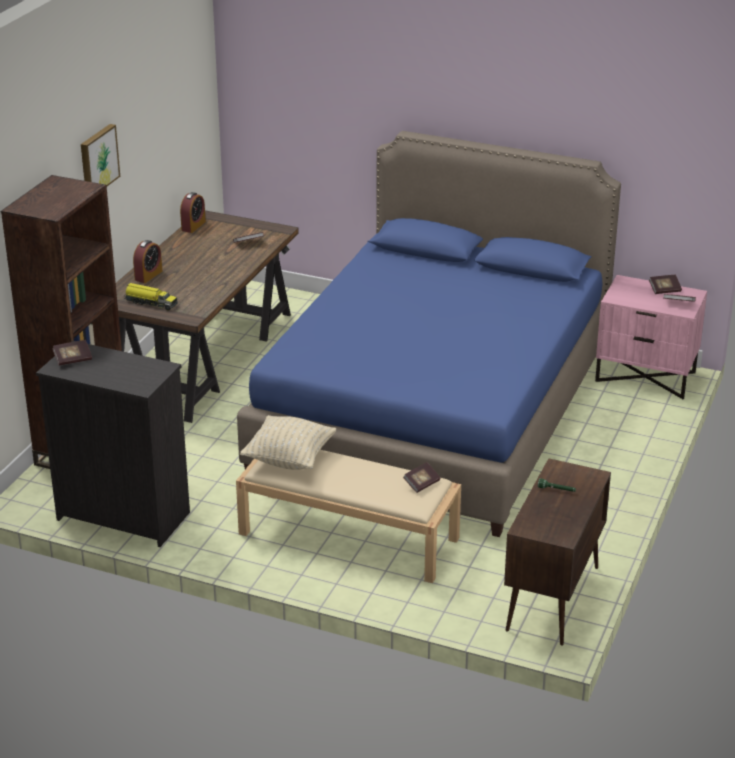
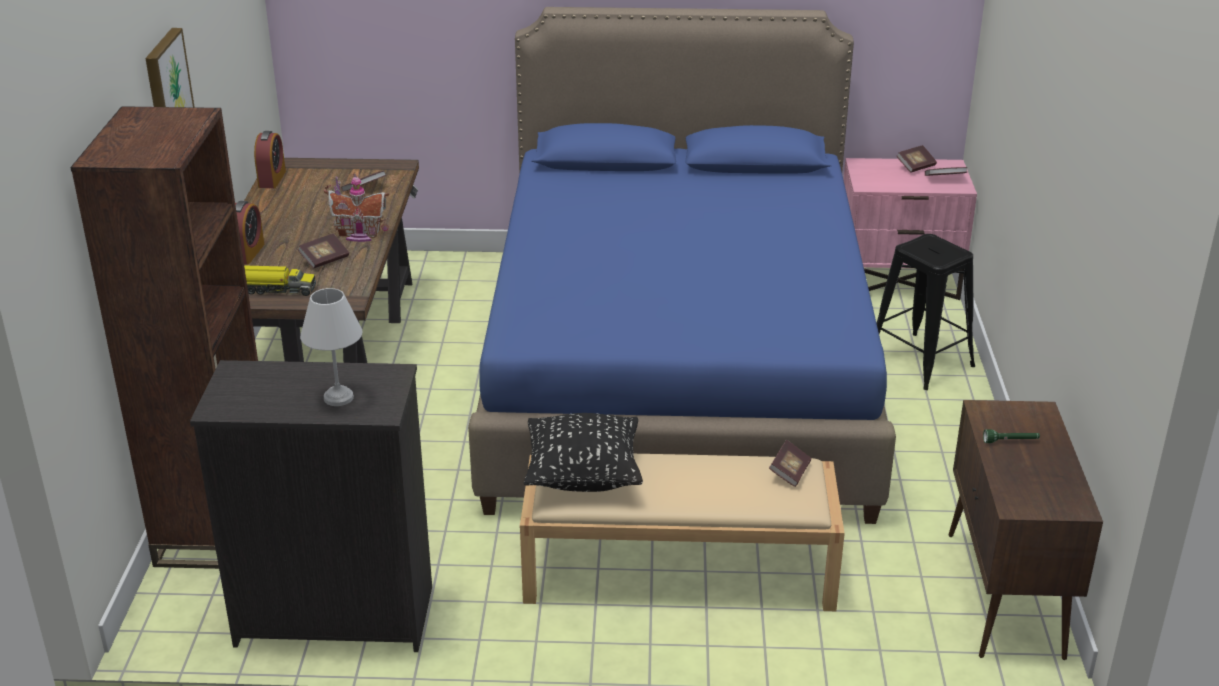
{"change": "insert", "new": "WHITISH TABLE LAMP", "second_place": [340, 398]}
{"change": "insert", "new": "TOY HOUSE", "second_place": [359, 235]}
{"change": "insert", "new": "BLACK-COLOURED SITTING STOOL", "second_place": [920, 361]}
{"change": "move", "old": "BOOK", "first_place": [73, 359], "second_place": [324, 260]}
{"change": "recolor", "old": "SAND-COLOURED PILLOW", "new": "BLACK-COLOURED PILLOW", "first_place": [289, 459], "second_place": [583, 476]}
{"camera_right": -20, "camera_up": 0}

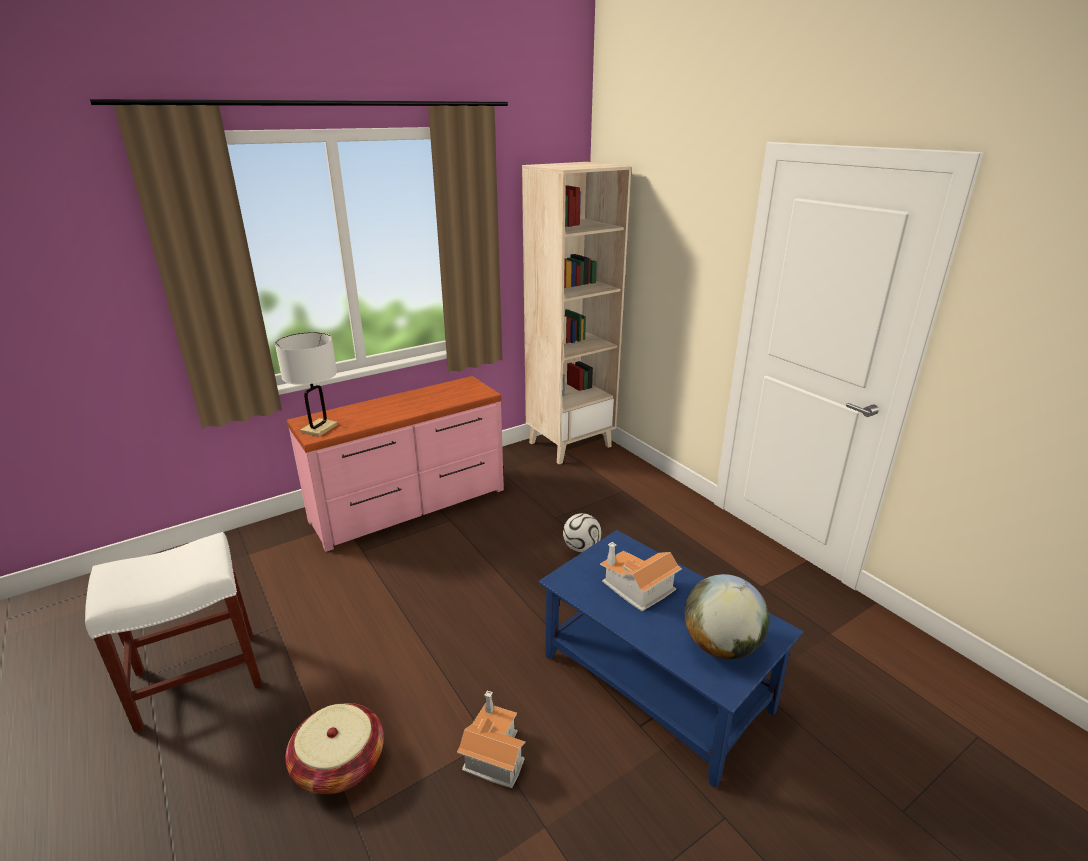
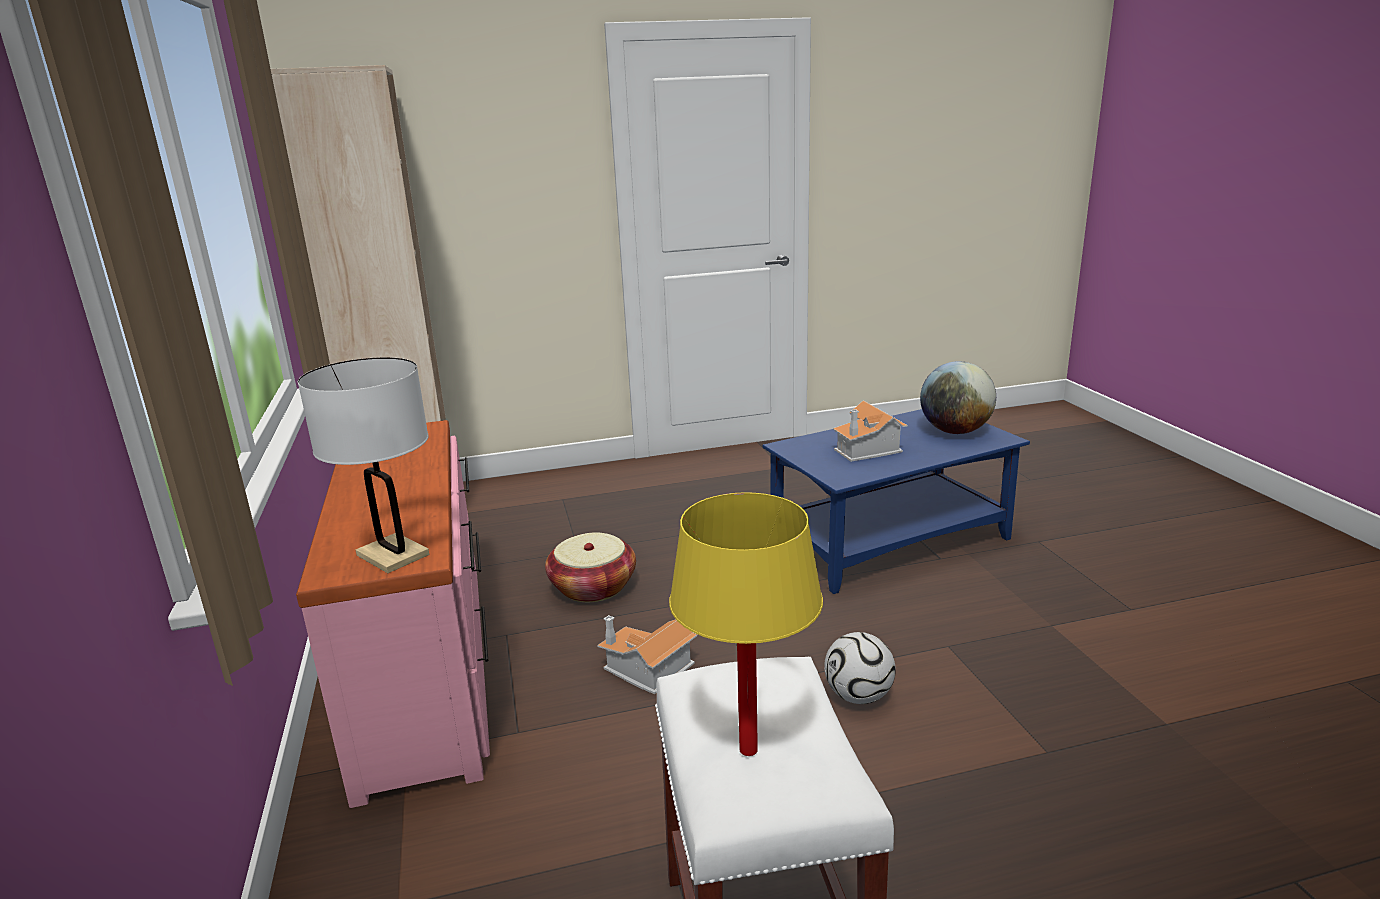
{"change": "insert", "new": "YELLOWISH TABLE LAMP", "second_place": [748, 750]}
{"change": "move", "old": "HOUSEHOLD BASKET", "first_place": [340, 764], "second_place": [593, 587]}
{"change": "move", "old": "TOY HOUSE", "first_place": [493, 753], "second_place": [647, 670]}
{"change": "move", "old": "FOOTBALL", "first_place": [581, 548], "second_place": [859, 696]}
{"camera_right": -70, "camera_up": -5}

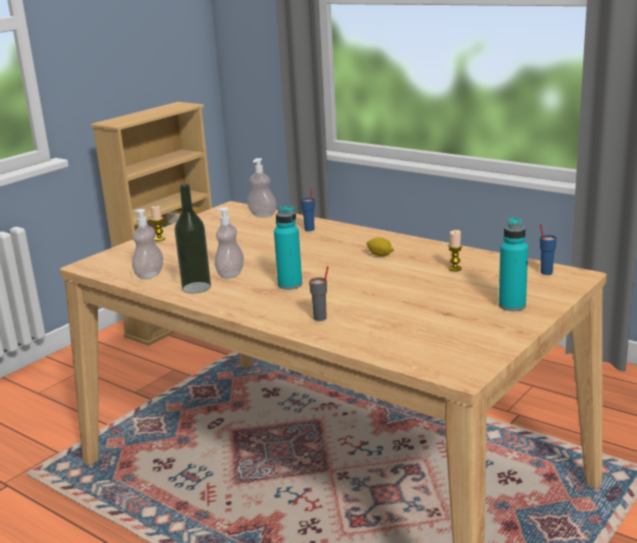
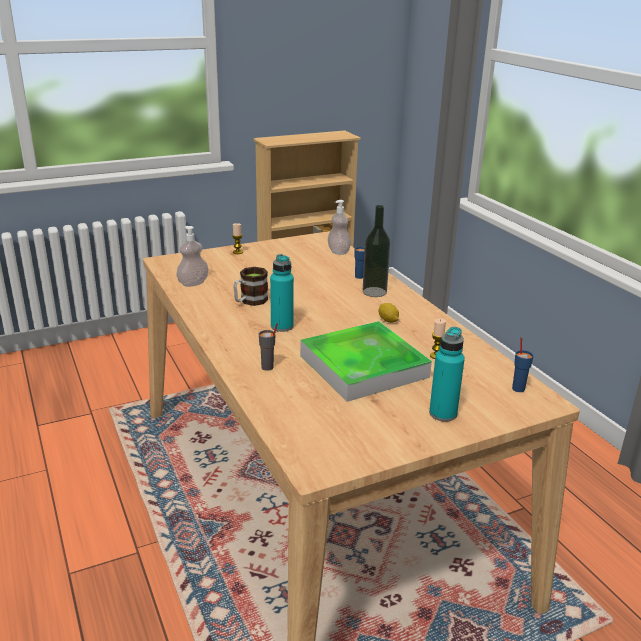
{"change": "insert", "new": "SERVING TRAY", "second_place": [363, 366]}
{"change": "move", "old": "BEVERAGE BOTTLE", "first_place": [196, 287], "second_place": [374, 292]}
{"change": "replace", "old": "SOAP DISPENSER", "new": "TEA MUG", "first_place": [230, 274], "second_place": [250, 301]}
{"camera_right": 25, "camera_up": 5}

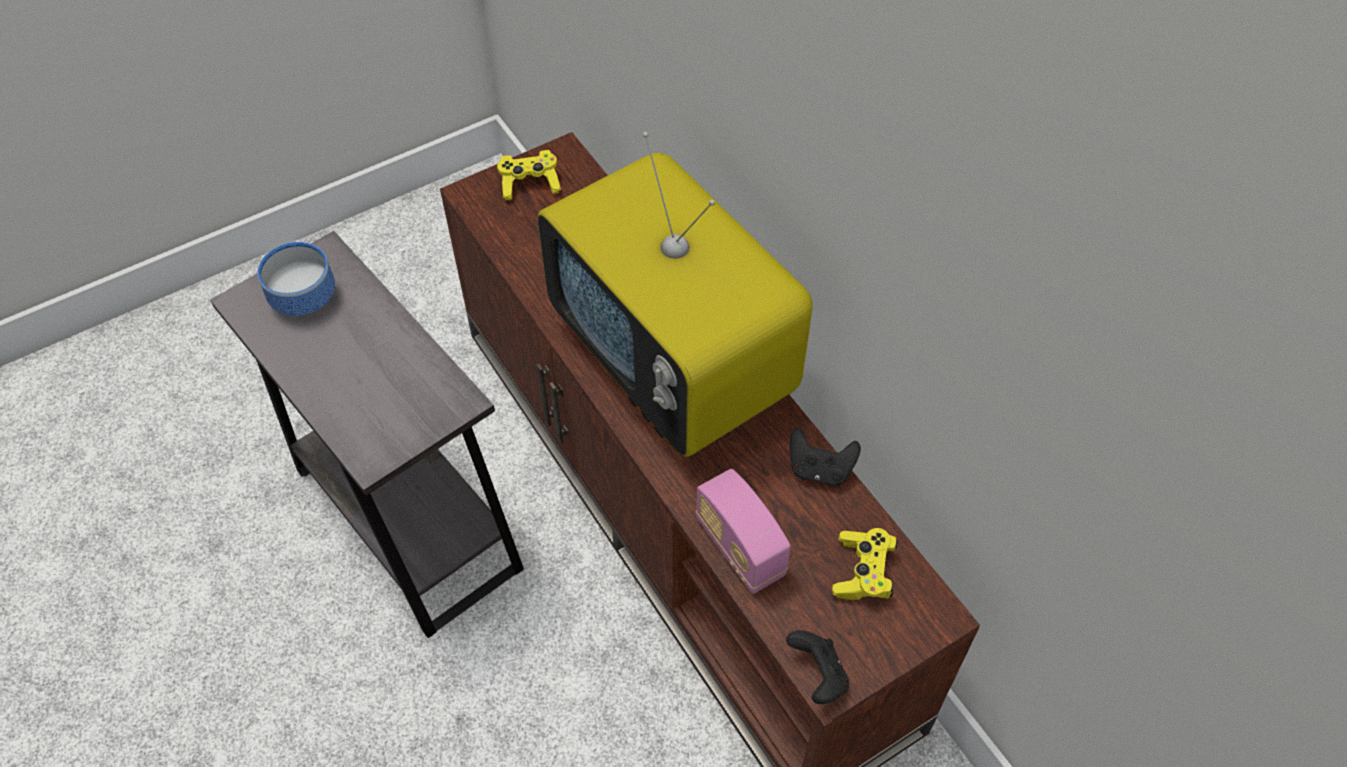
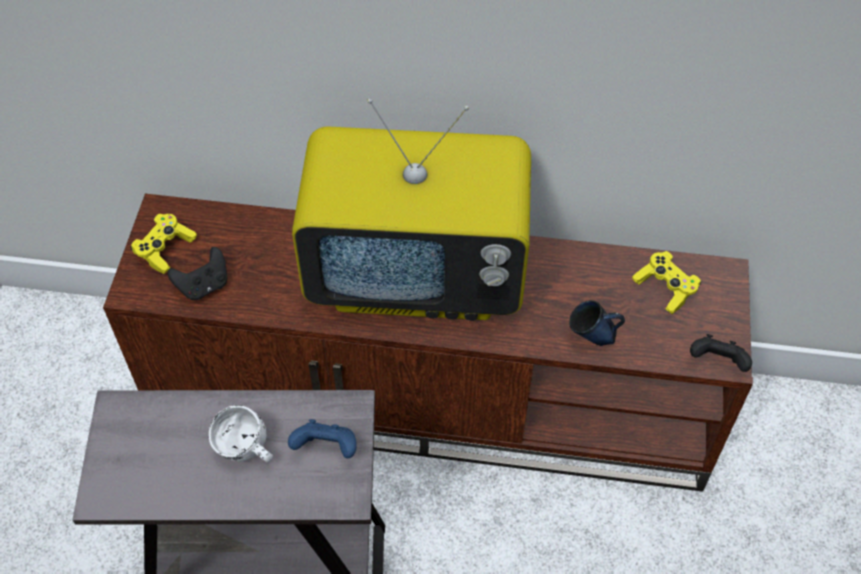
{"change": "delete", "old": "DEEP DISH", "first_place": [301, 298]}
{"change": "insert", "new": "WHITISH TEA MUG", "second_place": [246, 452]}
{"change": "insert", "new": "BLUISH JOYPAD", "second_place": [326, 448]}
{"change": "move", "old": "BLACK-COLOURED JOYPAD", "first_place": [819, 469], "second_place": [204, 286]}
{"change": "replace", "old": "RADIO RECEIVER", "new": "BLUISH TEA MUG", "first_place": [739, 548], "second_place": [592, 339]}
{"camera_right": -50, "camera_up": 0}

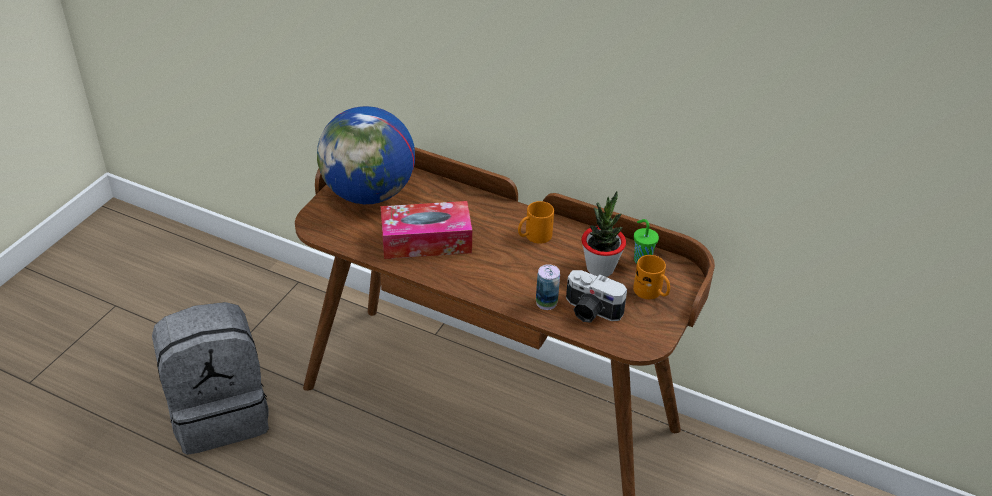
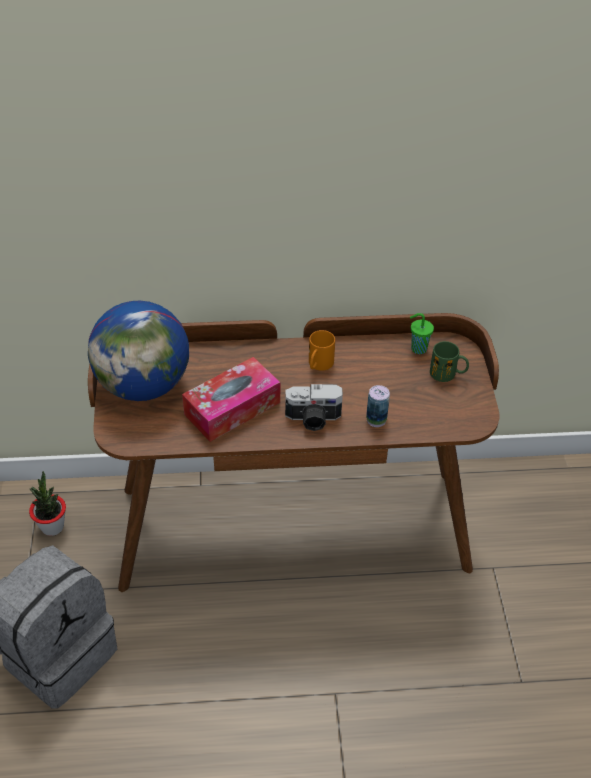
{"change": "move", "old": "STILL CAMERA", "first_place": [590, 311], "second_place": [313, 419]}
{"change": "move", "old": "POTTED PLANT", "first_place": [600, 268], "second_place": [52, 526]}
{"change": "recolor", "old": "ORANGEY TEA MUG", "new": "GREEN-COLOURED TEA MUG", "first_place": [652, 293], "second_place": [448, 374]}
{"camera_right": -30, "camera_up": 5}

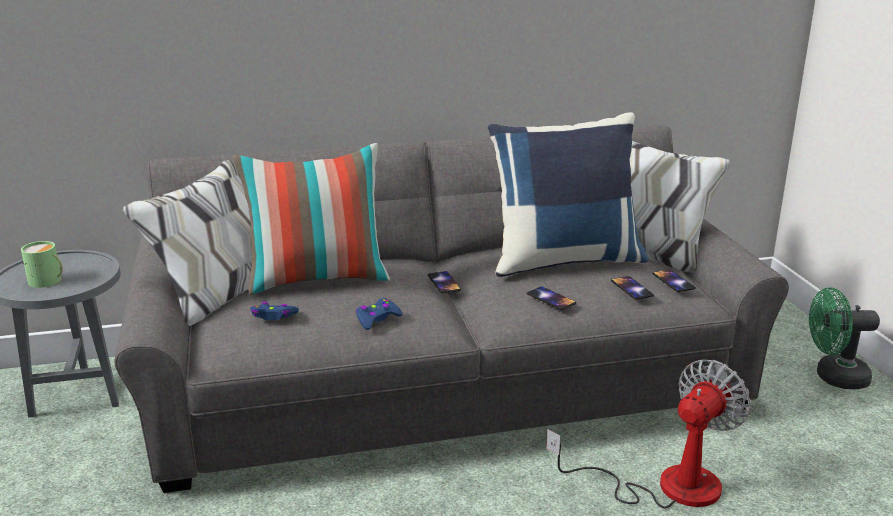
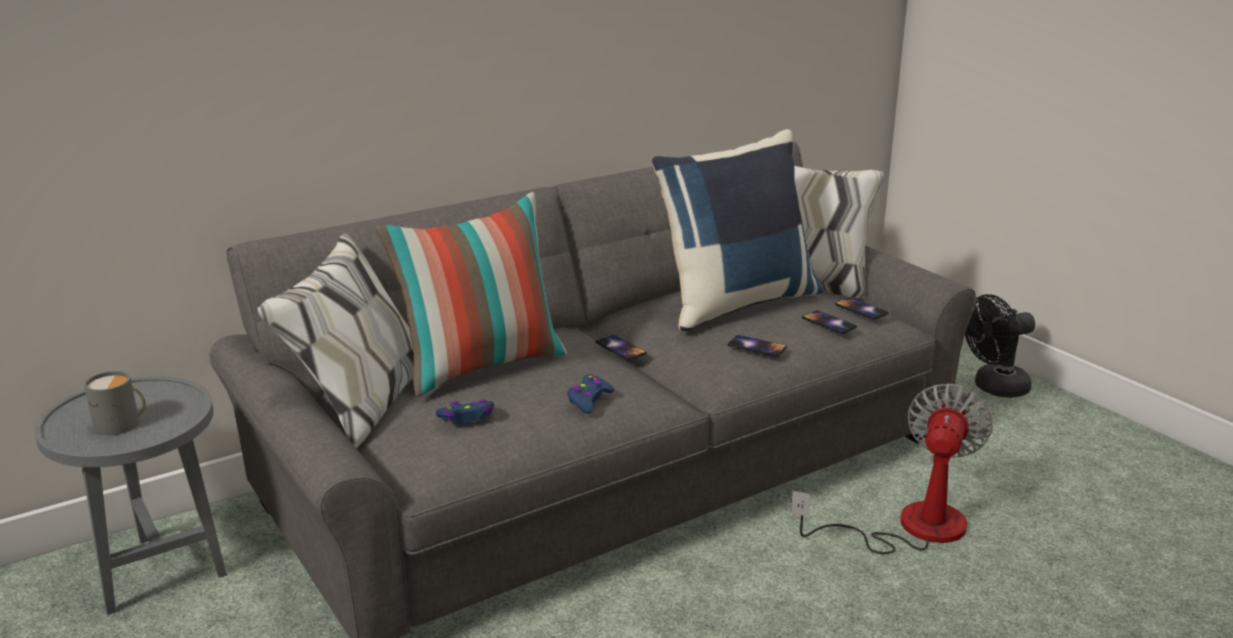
{"change": "recolor", "old": "GREEN-COLOURED TEA MUG", "new": "GREY TEA MUG", "first_place": [47, 281], "second_place": [121, 425]}
{"change": "recolor", "old": "GREEN-COLOURED ELECTRIC FAN", "new": "BLACK-COLOURED ELECTRIC FAN", "first_place": [834, 377], "second_place": [994, 388]}
{"camera_right": -20, "camera_up": 0}

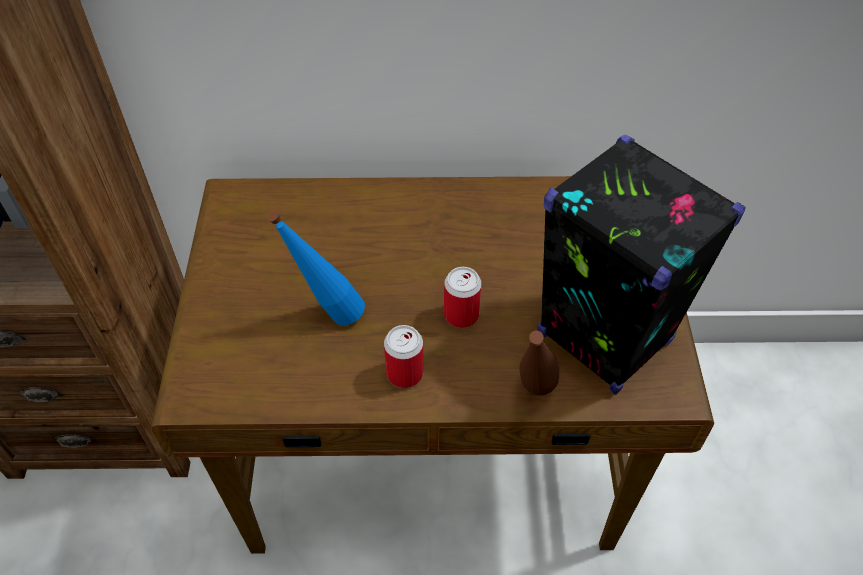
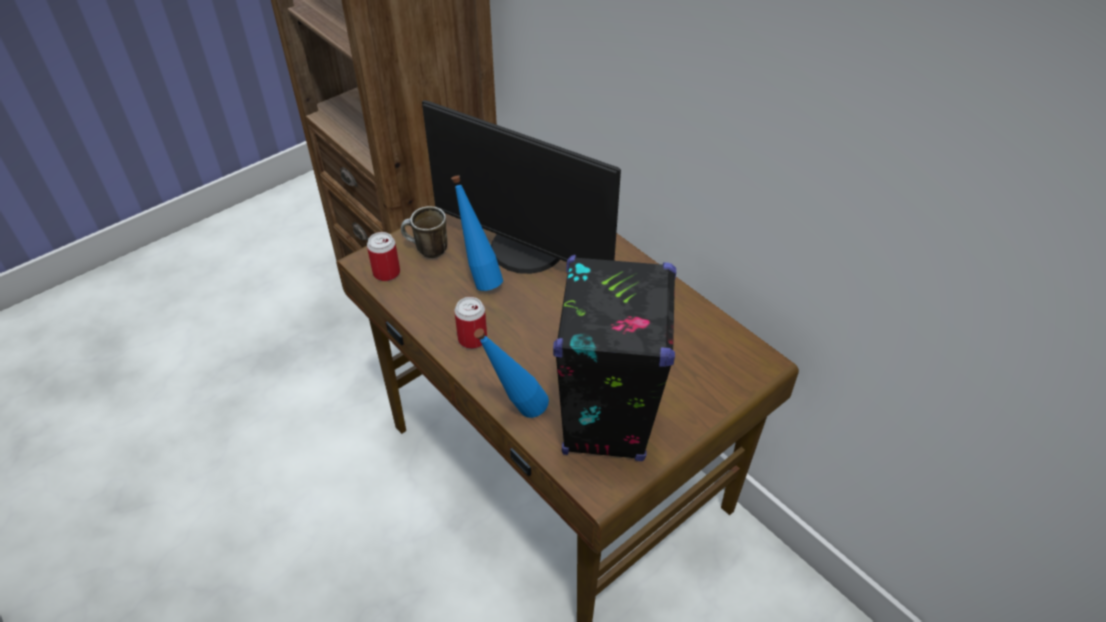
{"change": "insert", "new": "TEA MUG", "second_place": [426, 251]}
{"change": "insert", "new": "MONITOR", "second_place": [525, 251]}
{"change": "move", "old": "METAL CAN", "first_place": [461, 315], "second_place": [386, 273]}
{"change": "recolor", "old": "BROWNISH BEVERAGE BOTTLE", "new": "BLUISH BEVERAGE BOTTLE", "first_place": [532, 398], "second_place": [515, 411]}
{"camera_right": 50, "camera_up": -5}

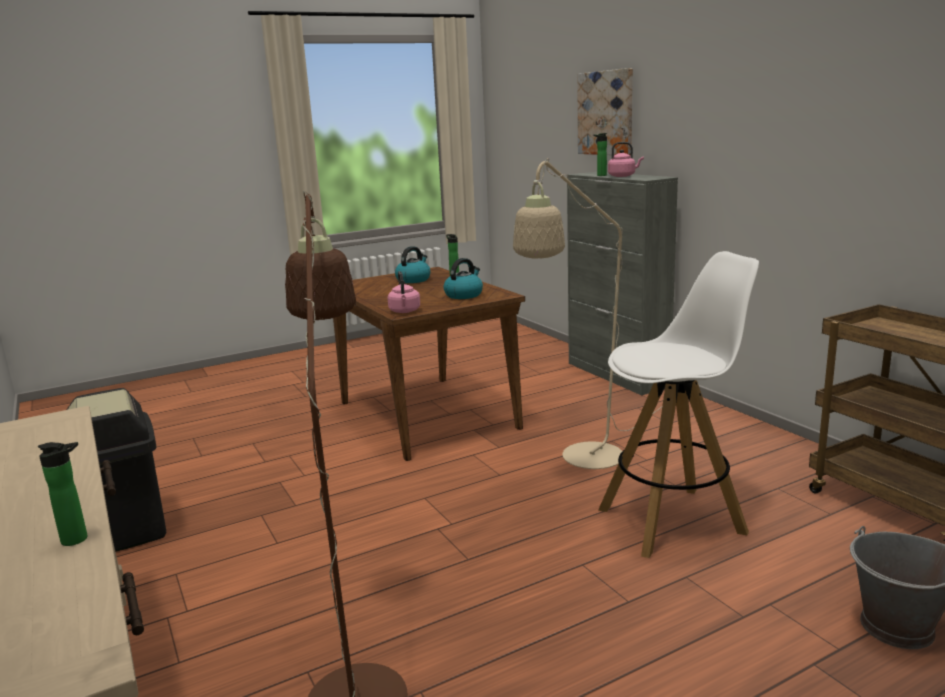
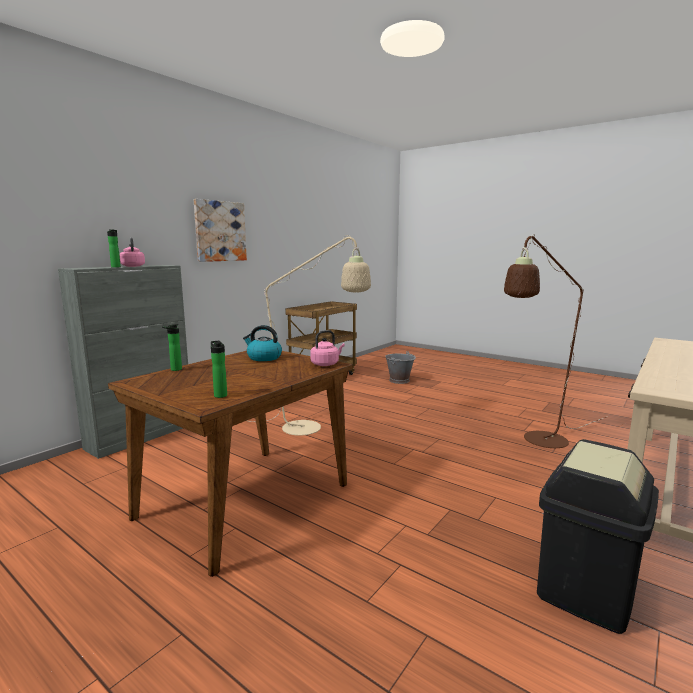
{"change": "delete", "old": "KETTLE", "first_place": [413, 280]}
{"change": "delete", "old": "WHITISH SITTING STOOL", "first_place": [673, 520]}
{"change": "move", "old": "BEVERAGE BOTTLE", "first_place": [78, 539], "second_place": [220, 395]}
{"change": "move", "old": "WALL ART", "first_place": [606, 113], "second_place": [220, 231]}
{"camera_right": -115, "camera_up": -5}

